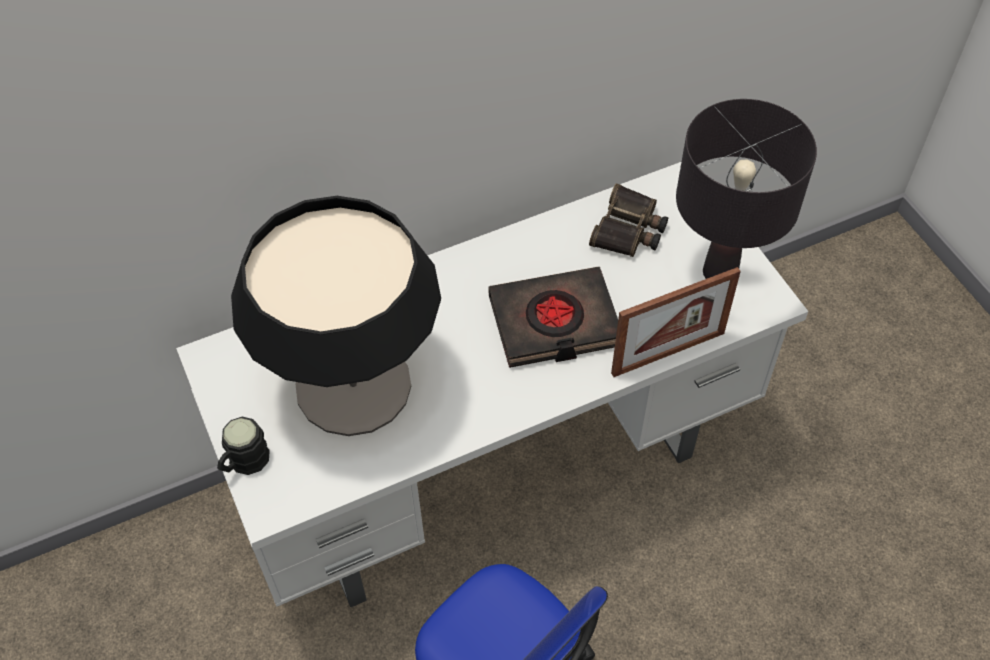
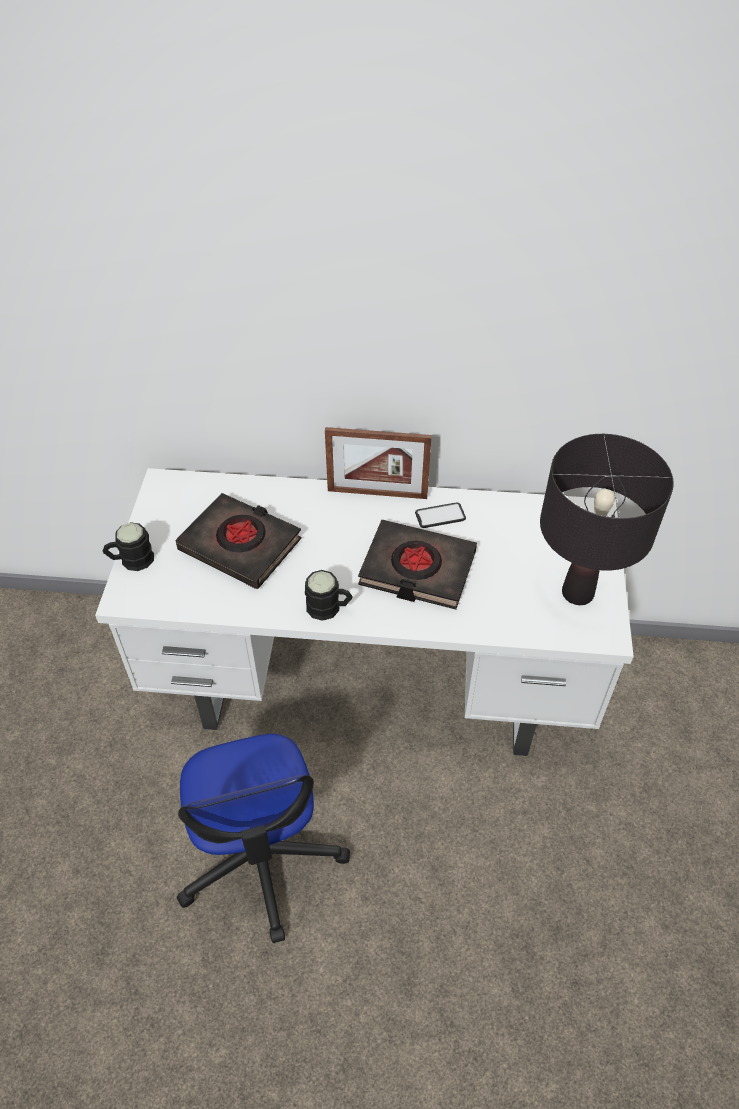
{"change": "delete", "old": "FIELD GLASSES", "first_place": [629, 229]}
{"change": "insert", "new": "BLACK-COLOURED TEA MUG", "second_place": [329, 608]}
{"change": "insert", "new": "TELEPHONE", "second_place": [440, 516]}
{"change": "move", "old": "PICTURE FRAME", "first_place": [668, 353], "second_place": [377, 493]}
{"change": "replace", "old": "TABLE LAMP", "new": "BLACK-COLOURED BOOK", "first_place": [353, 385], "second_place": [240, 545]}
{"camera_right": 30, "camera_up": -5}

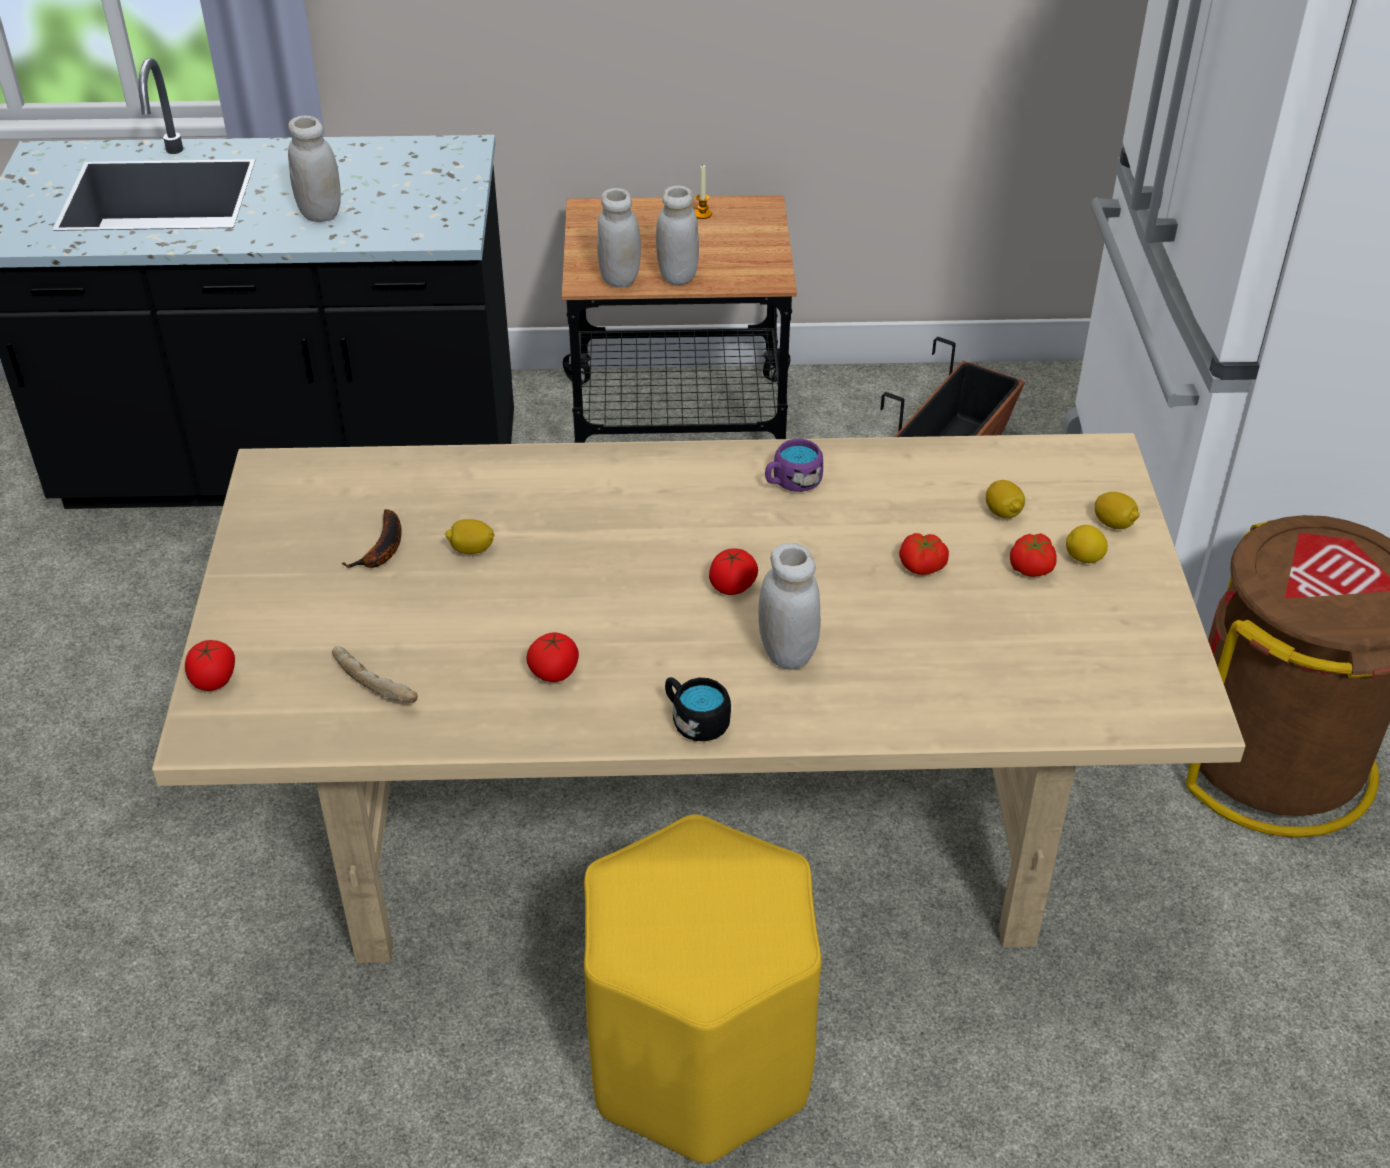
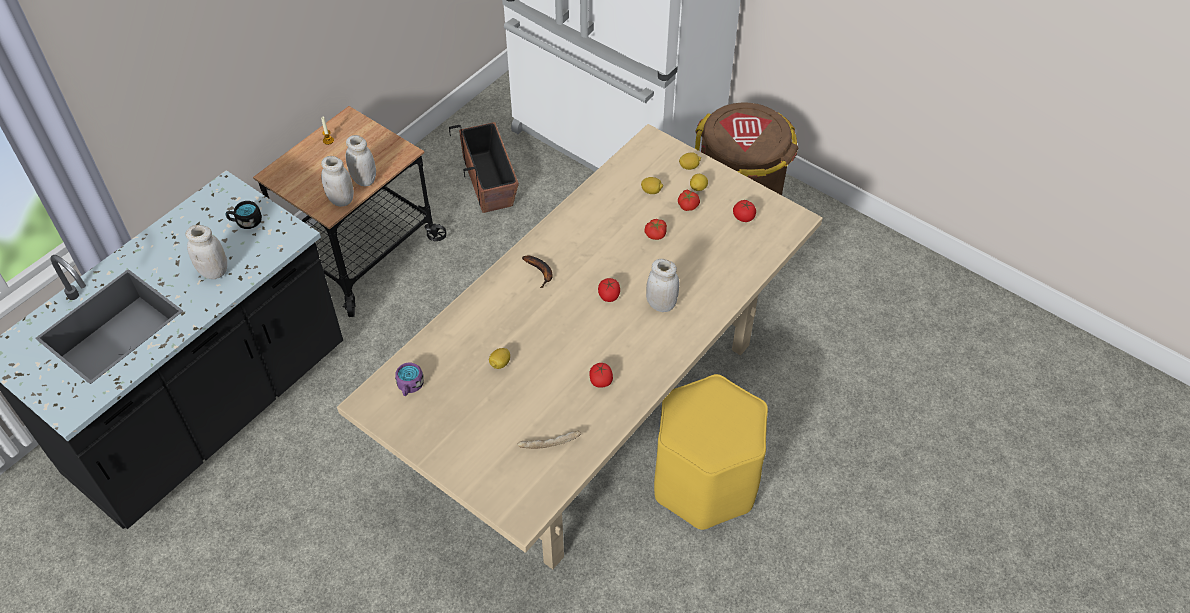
{"change": "move", "old": "WHOLE TOMATO", "first_place": [213, 680], "second_place": [743, 217]}
{"change": "move", "old": "BANANA FRUIT", "first_place": [382, 550], "second_place": [541, 272]}
{"change": "move", "old": "BLACK-COLOURED TEA MUG", "first_place": [695, 721], "second_place": [246, 222]}
{"change": "move", "old": "PURPLISH TEA MUG", "first_place": [791, 482], "second_place": [409, 386]}
{"camera_right": -50, "camera_up": 10}

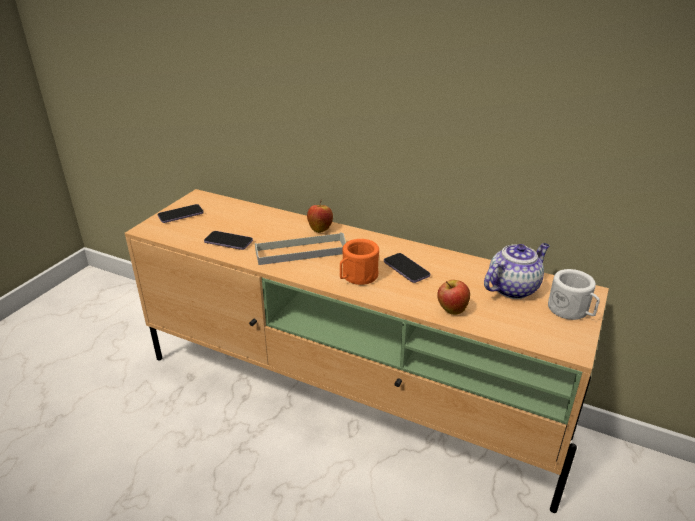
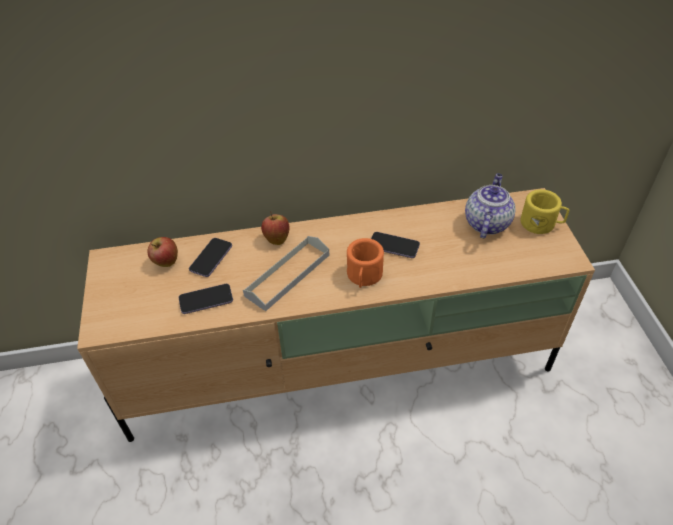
{"change": "move", "old": "TELEPHONE", "first_place": [181, 215], "second_place": [211, 258]}
{"change": "move", "old": "WHOLE APPLE", "first_place": [451, 310], "second_place": [166, 262]}
{"change": "recolor", "old": "WHITISH TEA MUG", "new": "YELLOWISH TEA MUG", "first_place": [571, 311], "second_place": [541, 224]}
{"camera_right": -35, "camera_up": 15}

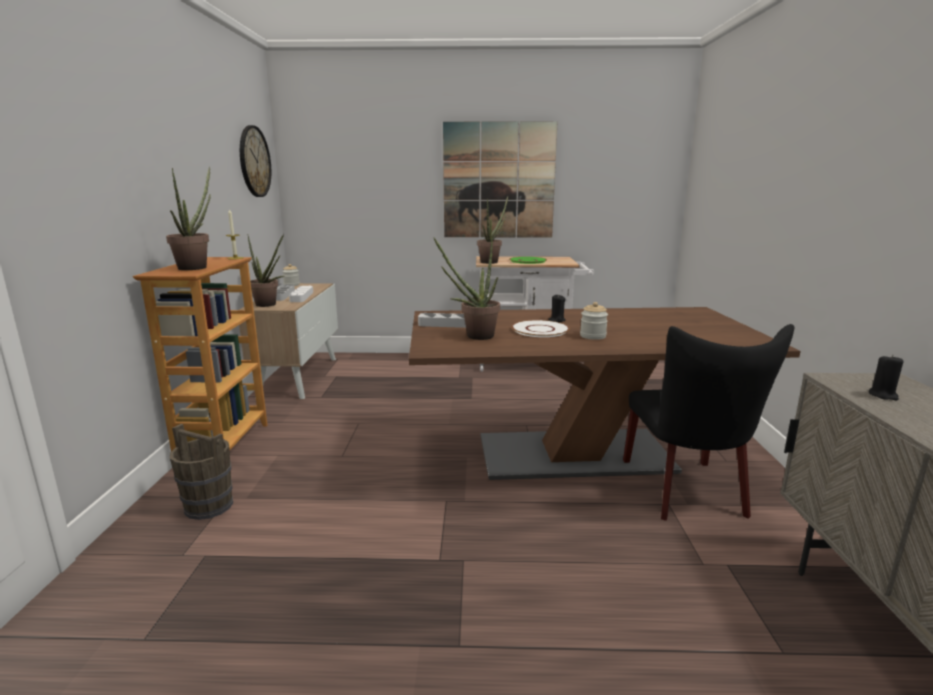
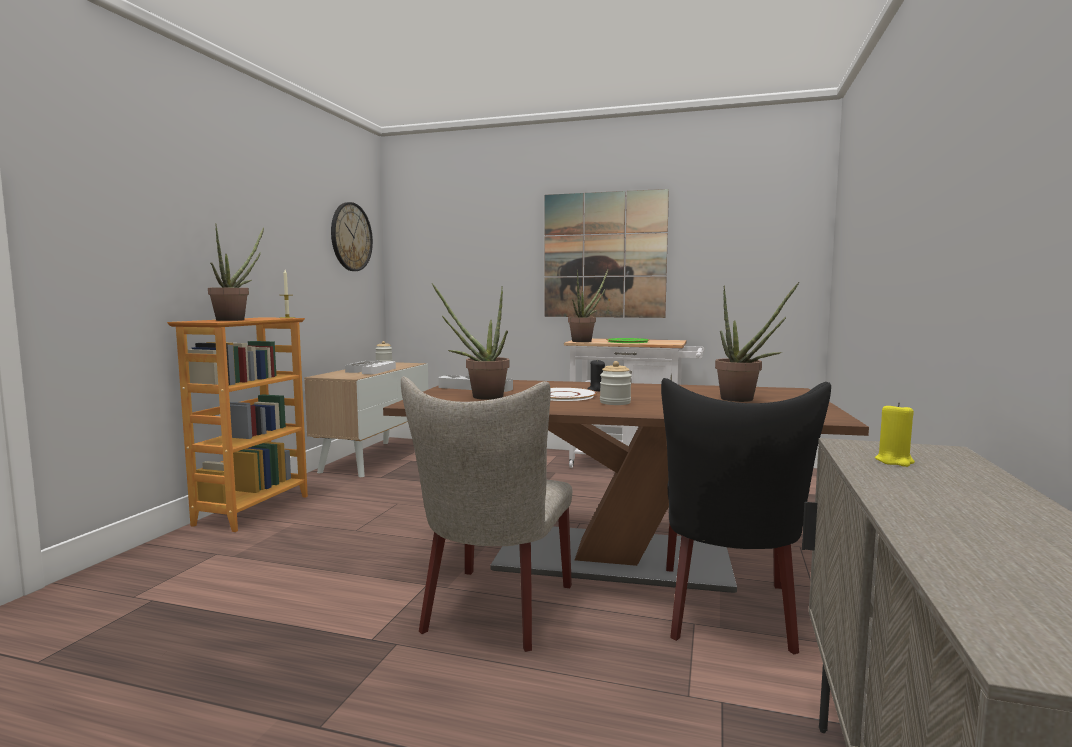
{"change": "delete", "old": "BROWNISH PAIL", "first_place": [209, 506]}
{"change": "insert", "new": "SAND-COLOURED PLAIN CHAIR", "second_place": [494, 612]}
{"change": "move", "old": "POTTED PLANT", "first_place": [269, 305], "second_place": [744, 400]}
{"change": "recolor", "old": "BLACK-COLOURED WAX CANDLE", "new": "YELLOWISH WAX CANDLE", "first_place": [883, 395], "second_place": [894, 461]}
{"camera_right": 15, "camera_up": -10}

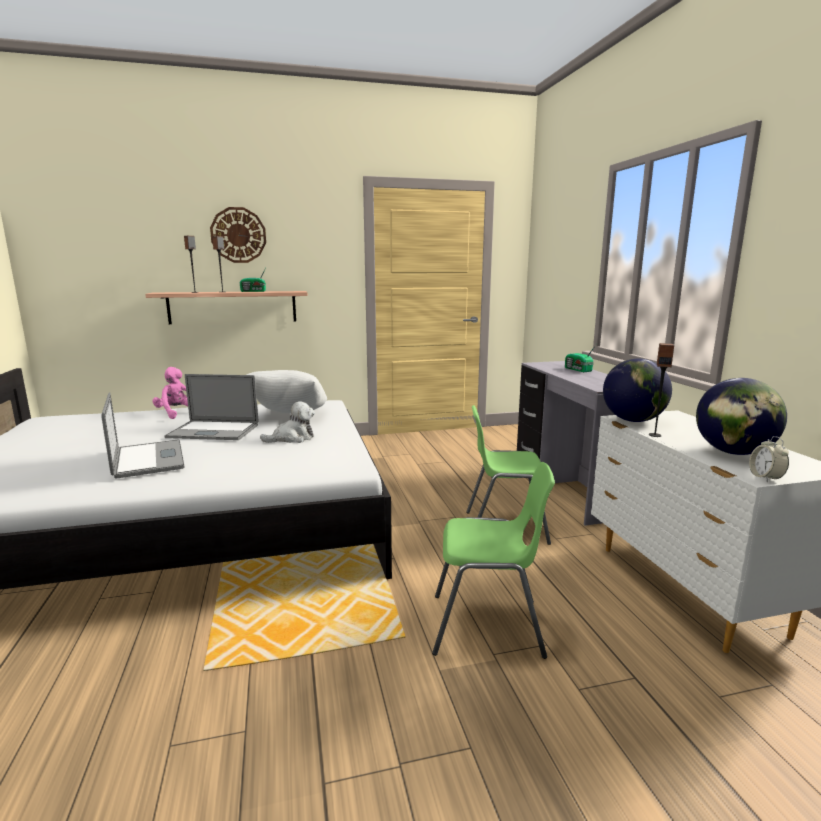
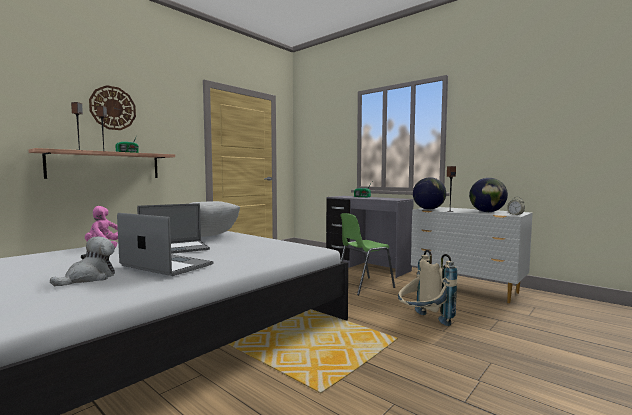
{"change": "move", "old": "PLUSH TOY", "first_place": [292, 438], "second_place": [89, 278]}
{"change": "replace", "old": "GREEN-COLOURED PLAIN CHAIR", "new": "SAND-COLOURED BACKPACK", "first_place": [488, 626], "second_place": [423, 322]}
{"camera_right": -35, "camera_up": -10}

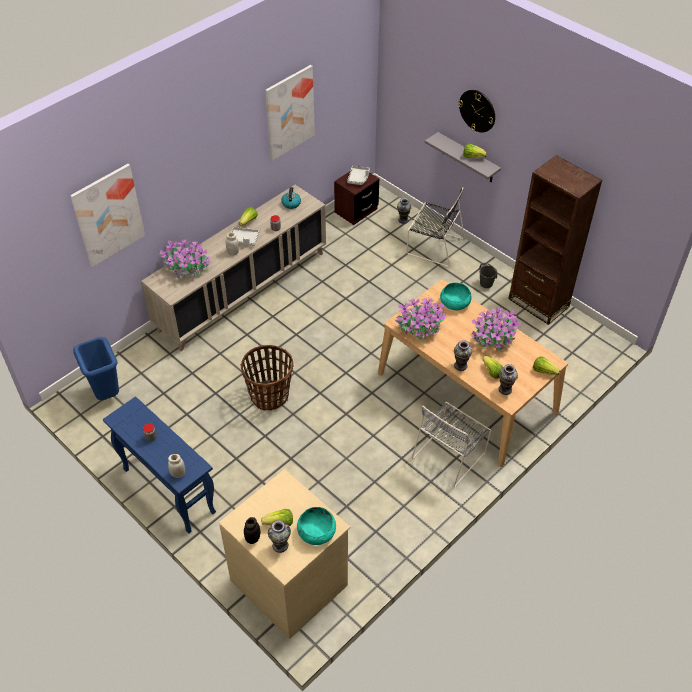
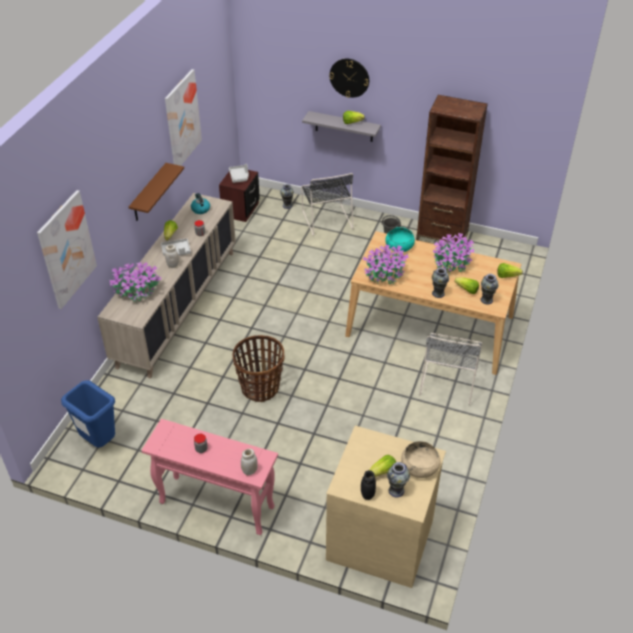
{"change": "insert", "new": "BROWNISH WALL SHELF", "second_place": [149, 193]}
{"change": "recolor", "old": "BLUISH HALL TABLE", "new": "PINKISH HALL TABLE", "first_place": [168, 490], "second_place": [215, 505]}
{"change": "recolor", "old": "TURQUOISE DEEP DISH", "new": "SAND-COLOURED DEEP DISH", "first_place": [316, 531], "second_place": [419, 465]}
{"change": "rotate", "old": "BLACK-COLOURED PLAIN CHAIR", "first_place": [433, 246], "second_place": [327, 219], "degrees": 75}
{"camera_right": -25, "camera_up": -5}

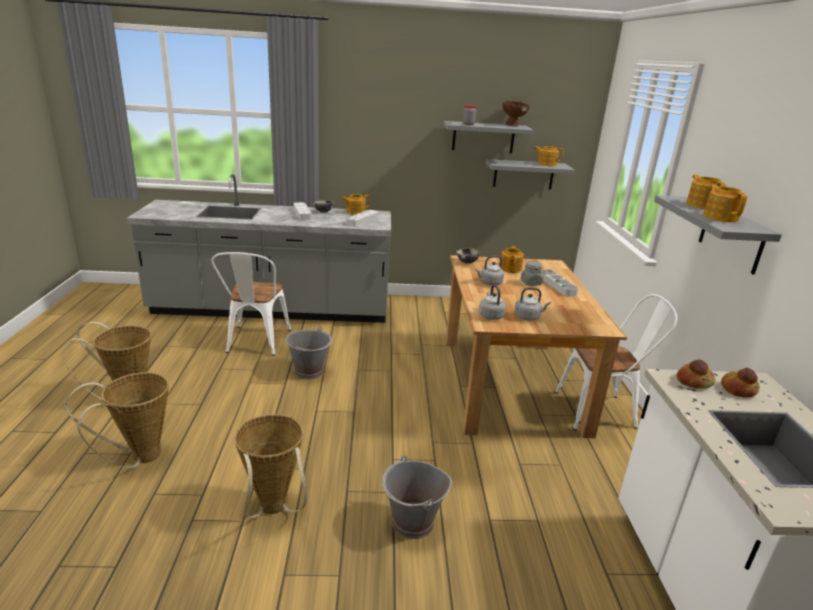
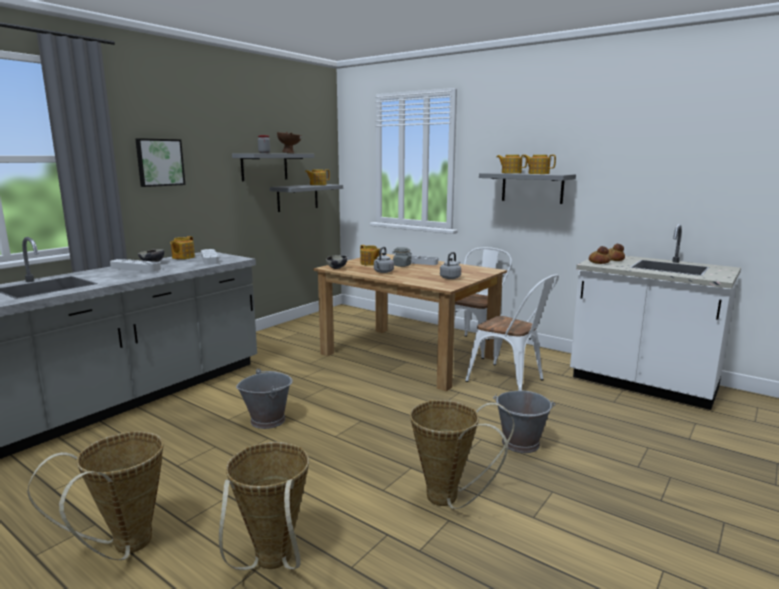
{"change": "delete", "old": "GREY KETTLE", "first_place": [490, 315]}
{"change": "insert", "new": "WALL ART", "second_place": [159, 162]}
{"change": "move", "old": "WHITISH PLAIN CHAIR", "first_place": [256, 343], "second_place": [511, 381]}
{"camera_right": -50, "camera_up": -10}

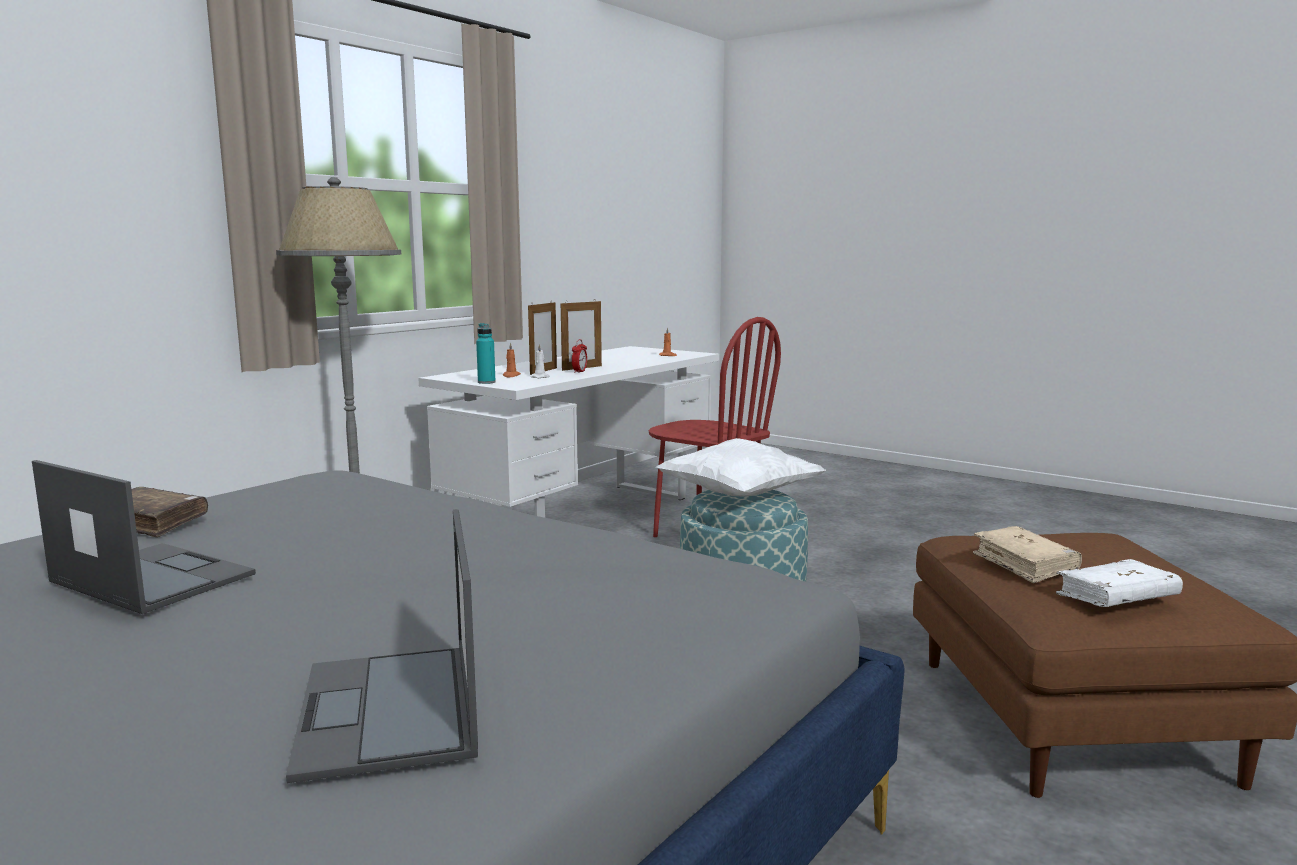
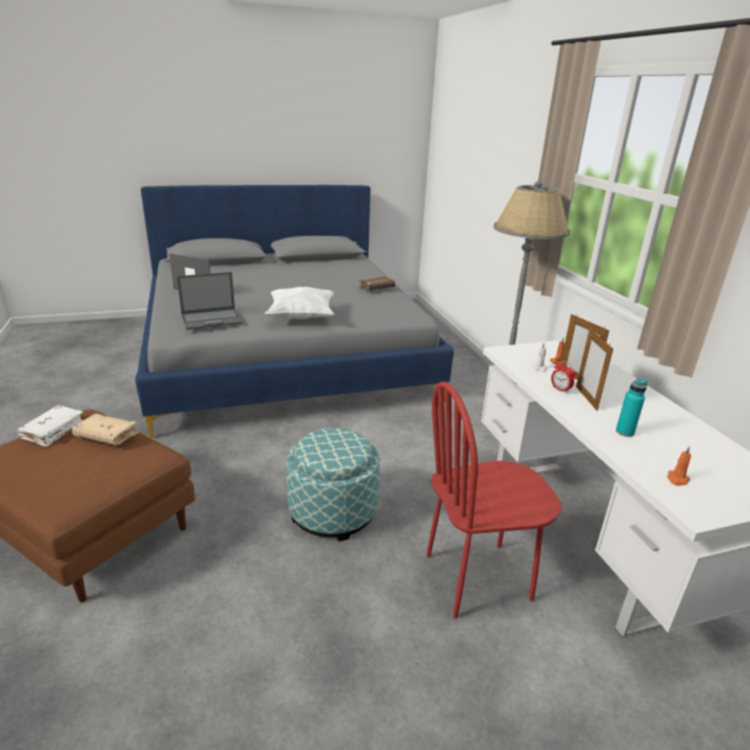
{"change": "move", "old": "LAPTOP", "first_place": [150, 578], "second_place": [212, 319]}
{"change": "move", "old": "TURQUOISE BEVERAGE BOTTLE", "first_place": [486, 382], "second_place": [624, 432]}
{"change": "move", "old": "WHITISH PILLOW", "first_place": [740, 496], "second_place": [301, 317]}
{"camera_right": 125, "camera_up": 15}

